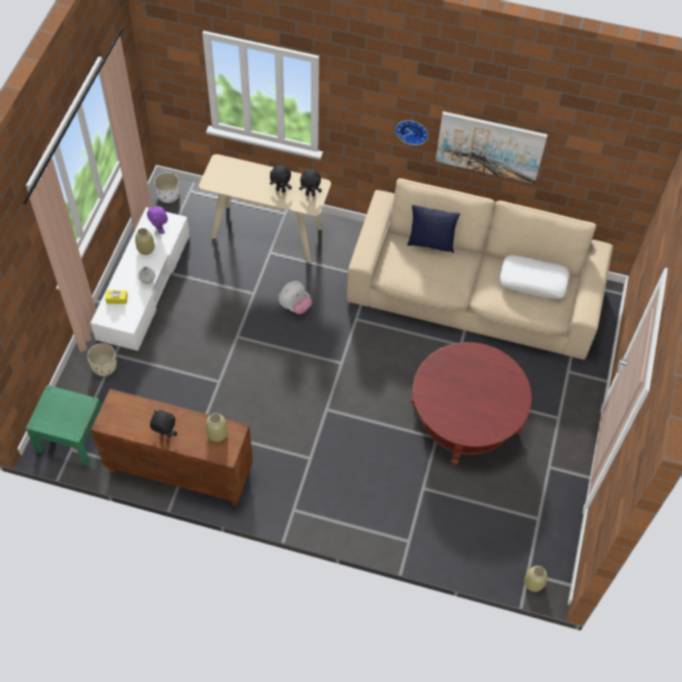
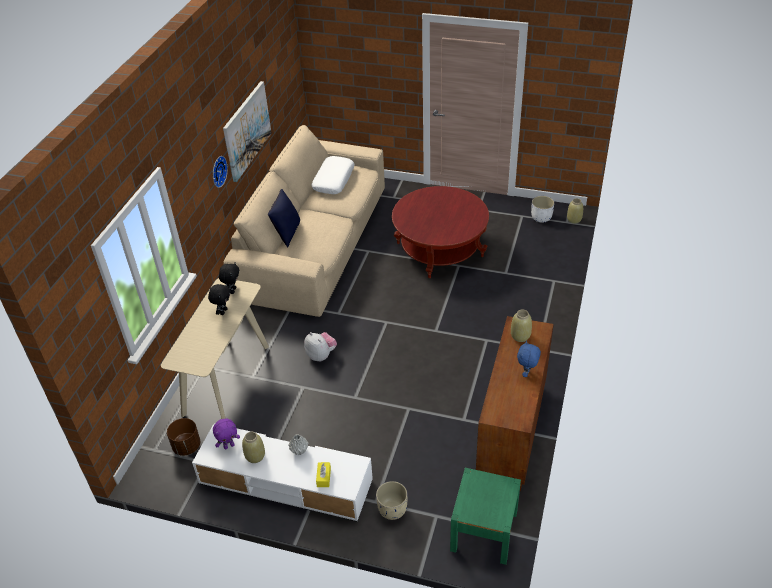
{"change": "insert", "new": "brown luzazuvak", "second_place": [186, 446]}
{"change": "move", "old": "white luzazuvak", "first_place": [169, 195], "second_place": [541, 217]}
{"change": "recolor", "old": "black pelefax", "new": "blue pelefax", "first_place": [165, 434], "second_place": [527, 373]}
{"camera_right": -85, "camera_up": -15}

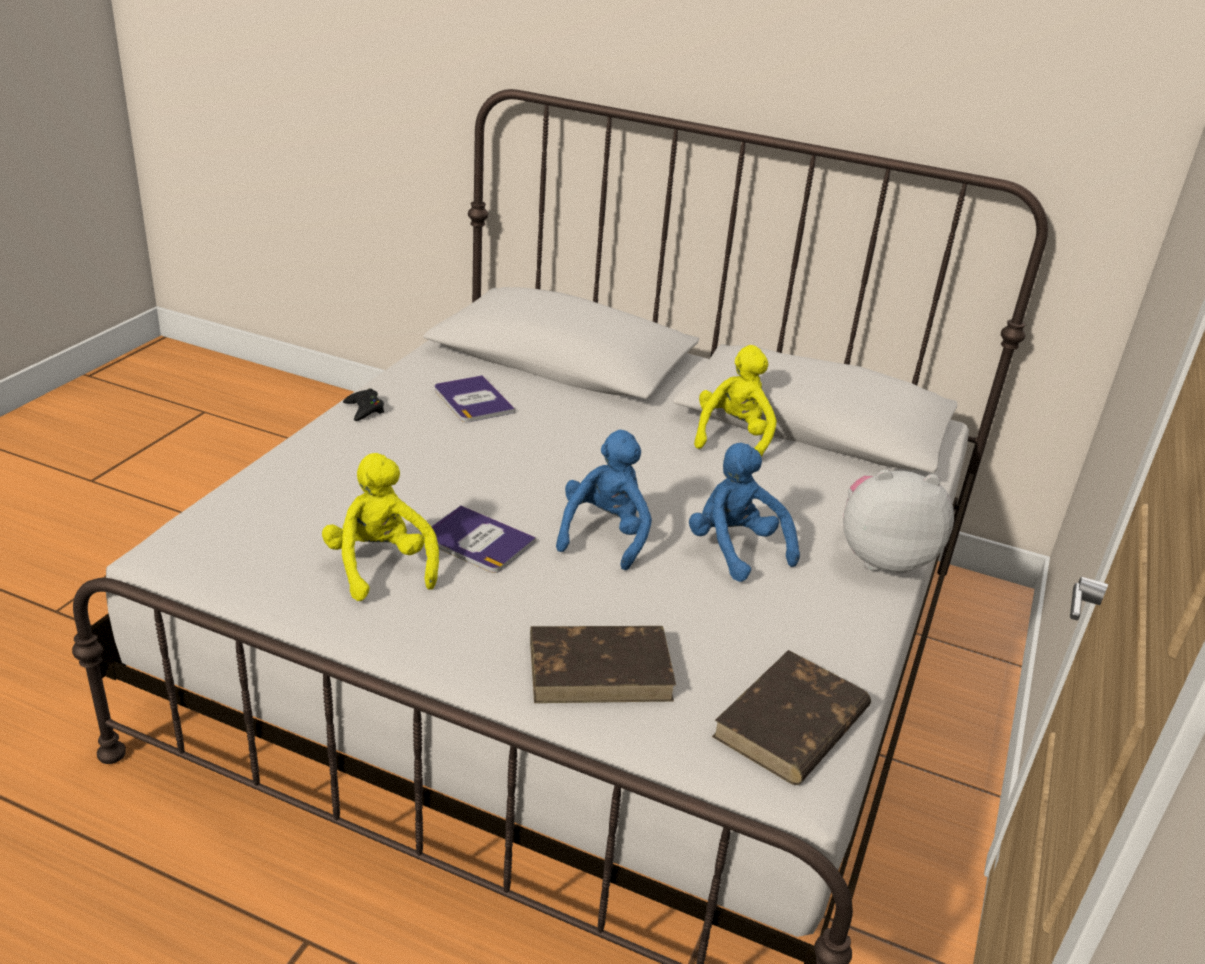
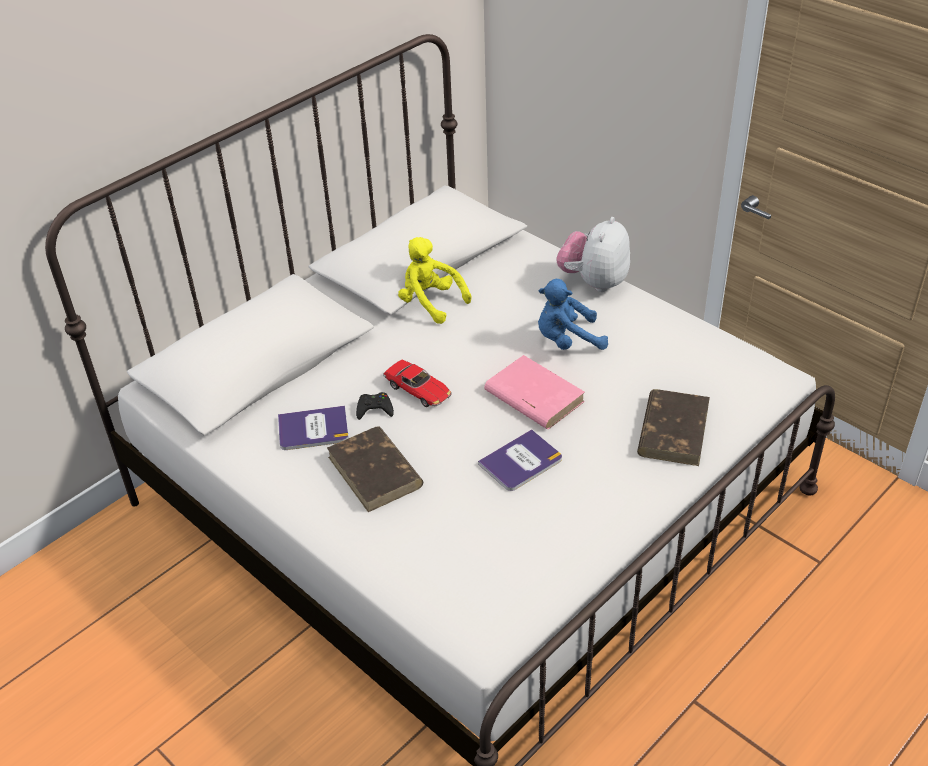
{"change": "delete", "old": "yellow pelefax", "first_place": [380, 566]}
{"change": "insert", "new": "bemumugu", "second_place": [418, 390]}
{"change": "move", "old": "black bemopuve", "first_place": [364, 409], "second_place": [374, 409]}
{"change": "move", "old": "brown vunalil", "first_place": [790, 724], "second_place": [375, 472]}
{"change": "replace", "old": "blue pelefax", "new": "pink vunalil", "first_place": [605, 535], "second_place": [533, 396]}
{"camera_right": -65, "camera_up": 10}

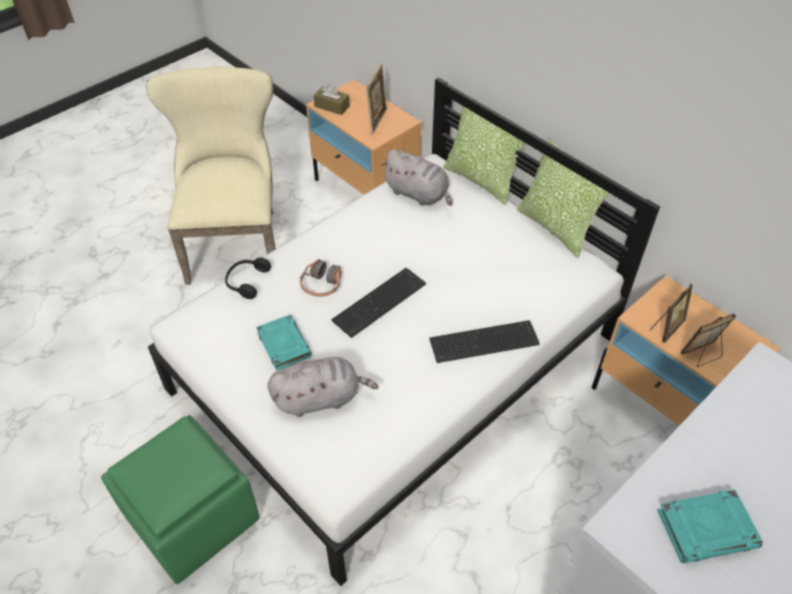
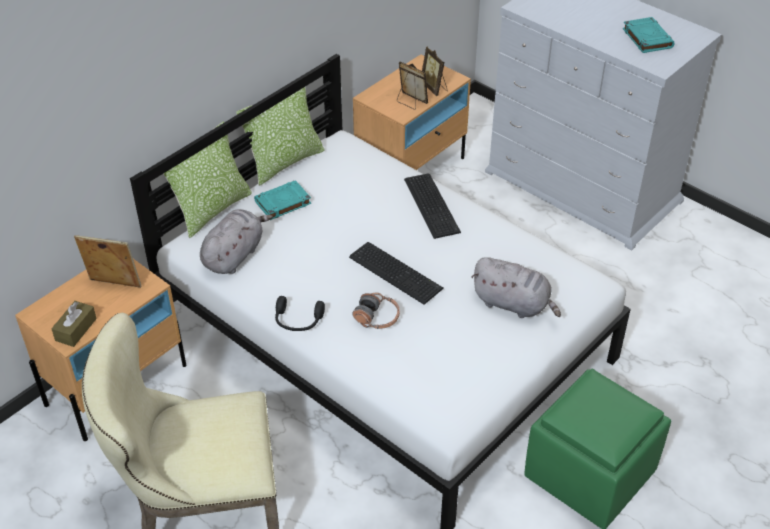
{"change": "move", "old": "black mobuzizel", "first_place": [246, 281], "second_place": [298, 321]}
{"change": "move", "old": "turquoise vunalil", "first_place": [283, 344], "second_place": [282, 203]}
{"change": "rotate", "old": "grey pelefax", "first_place": [320, 398], "second_place": [514, 304], "degrees": 135}
{"camera_right": -95, "camera_up": -5}

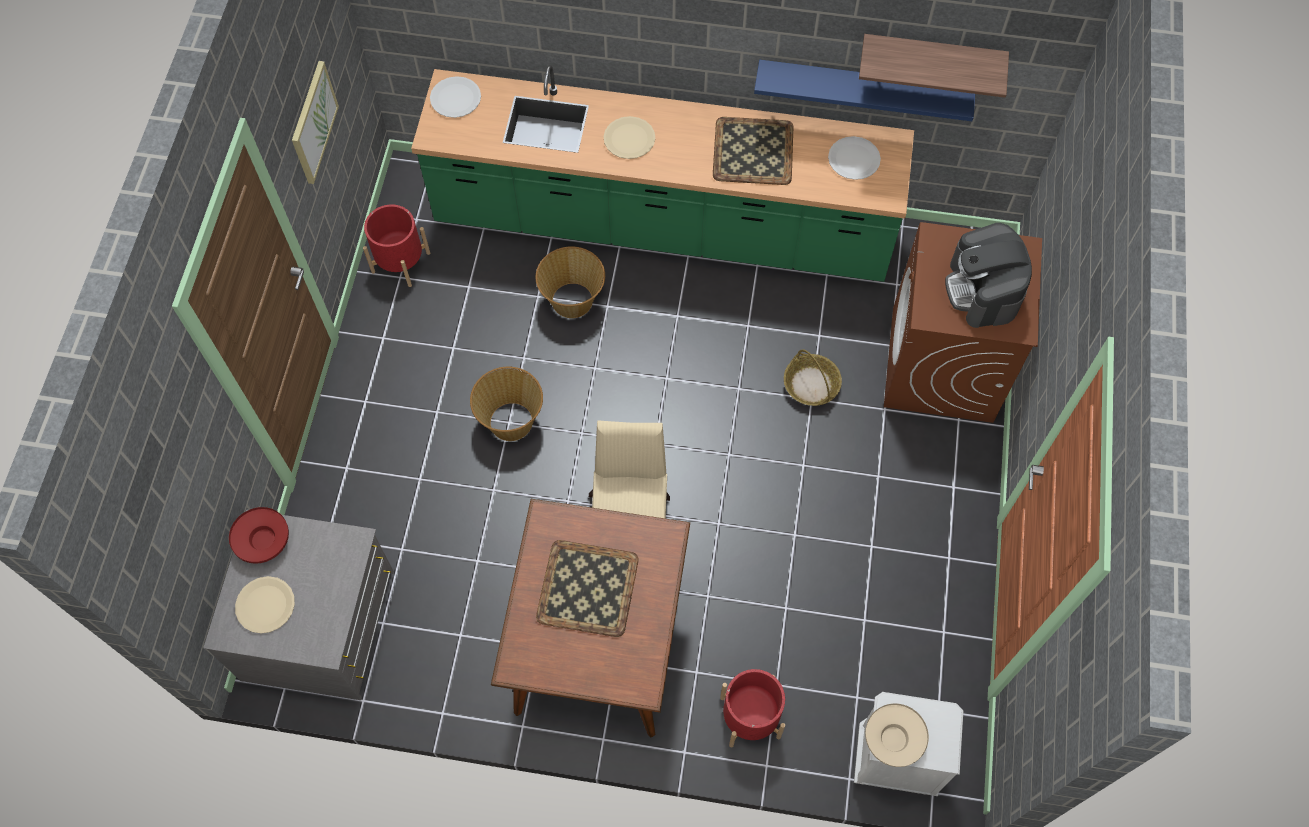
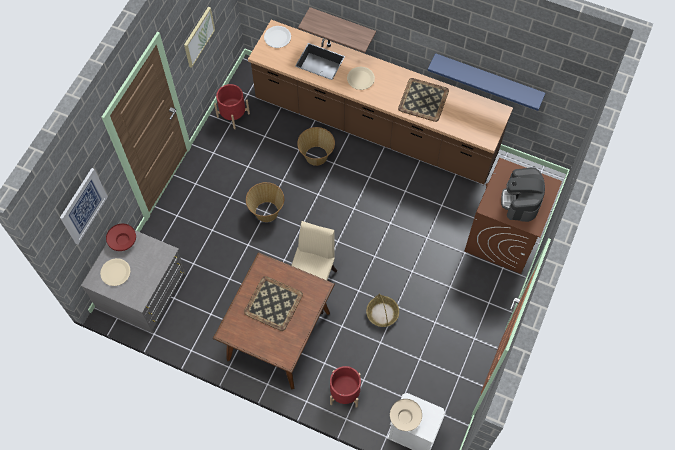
{"change": "delete", "old": "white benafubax", "first_place": [854, 159]}
{"change": "insert", "new": "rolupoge", "second_place": [83, 206]}
{"change": "move", "old": "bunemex", "first_place": [811, 384], "second_place": [382, 313]}
{"change": "move", "old": "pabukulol", "first_place": [932, 57], "second_place": [342, 25]}
{"change": "recolor", "old": "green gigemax", "new": "brown gigemax", "first_place": [662, 227], "second_place": [375, 127]}
{"camera_right": 15, "camera_up": 0}

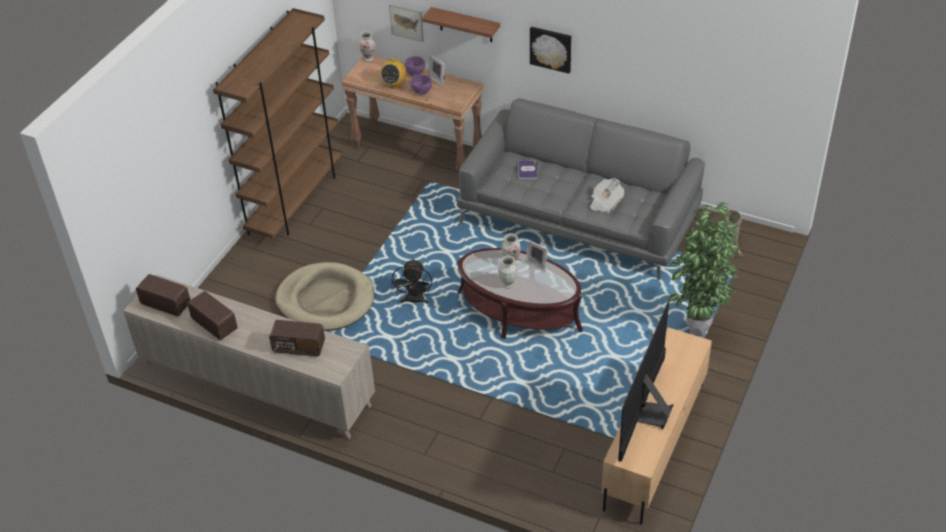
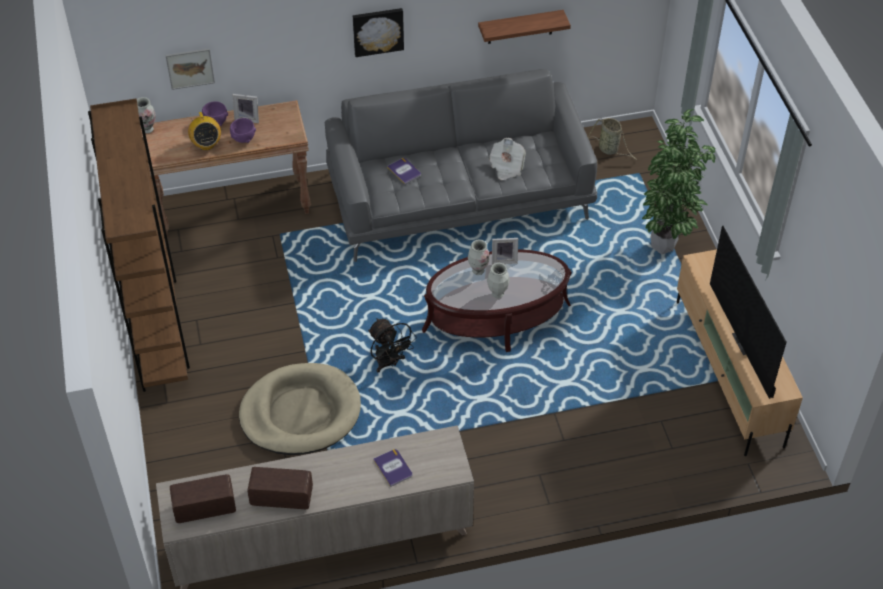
{"change": "move", "old": "pabukulol", "first_place": [465, 25], "second_place": [520, 27]}
{"change": "replace", "old": "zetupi", "new": "vunalil", "first_place": [299, 347], "second_place": [393, 468]}
{"camera_right": -40, "camera_up": 5}

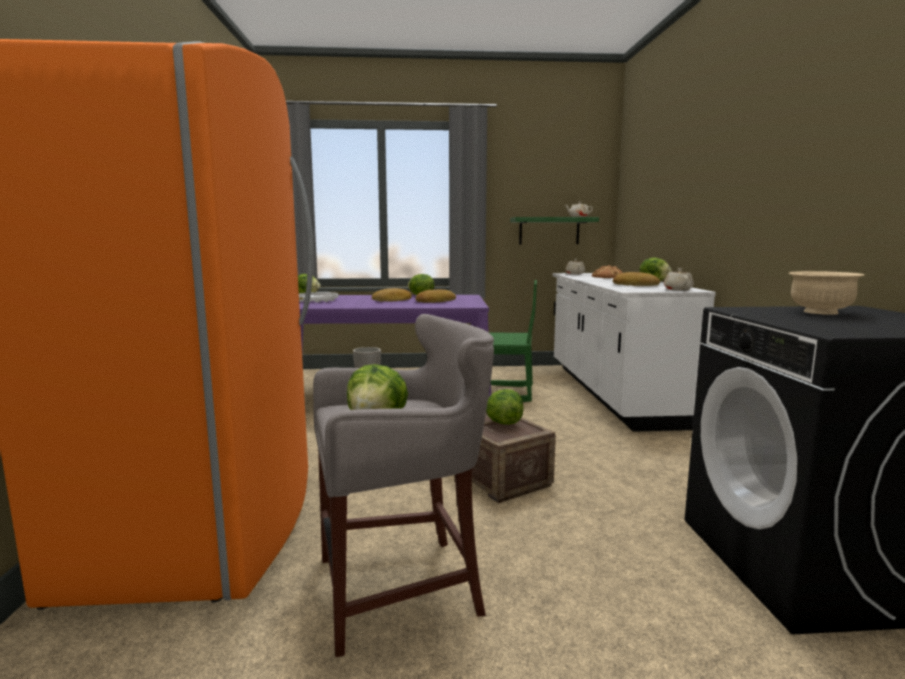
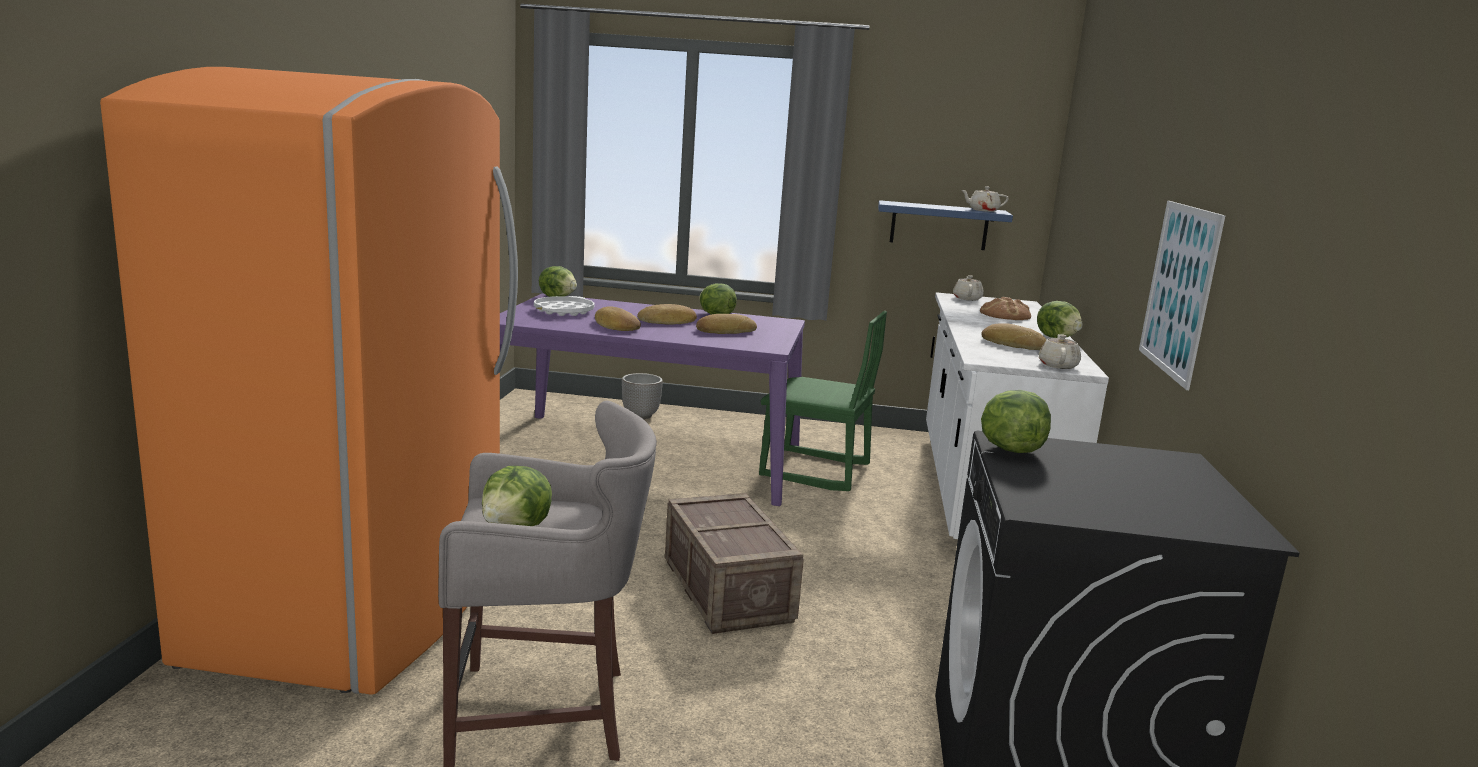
{"change": "delete", "old": "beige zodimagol", "first_place": [820, 312]}
{"change": "insert", "new": "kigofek", "second_place": [615, 326]}
{"change": "insert", "new": "rolupoge", "second_place": [1178, 290]}
{"change": "move", "old": "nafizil", "first_place": [503, 423], "second_place": [1010, 449]}
{"change": "recolor", "old": "green pabukulol", "new": "blue pabukulol", "first_place": [549, 231], "second_place": [939, 225]}
{"camera_right": 10, "camera_up": 5}

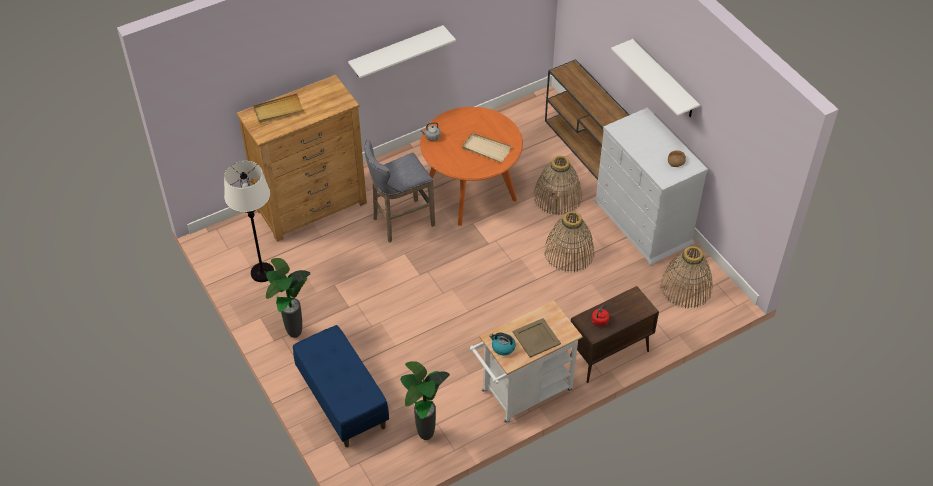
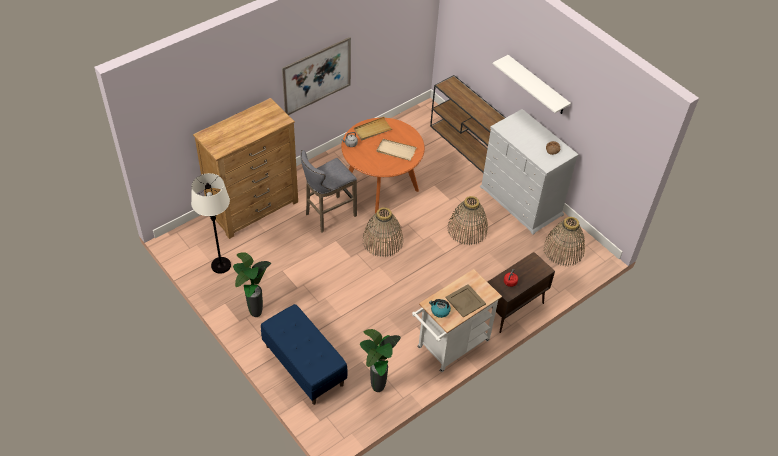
{"change": "move", "old": "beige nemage", "first_place": [278, 110], "second_place": [373, 130]}
{"change": "move", "old": "bunemex", "first_place": [557, 197], "second_place": [382, 241]}
{"change": "replace", "old": "white pabukulol", "new": "rolupoge", "first_place": [396, 51], "second_place": [317, 76]}
{"camera_right": -10, "camera_up": 0}

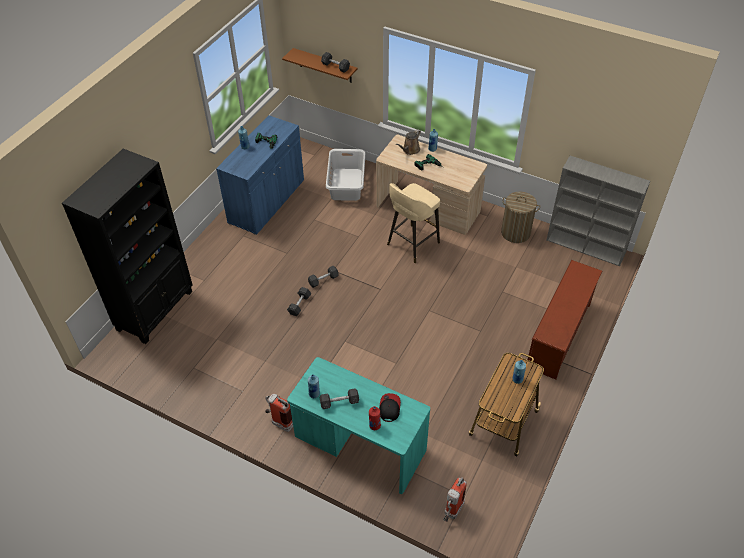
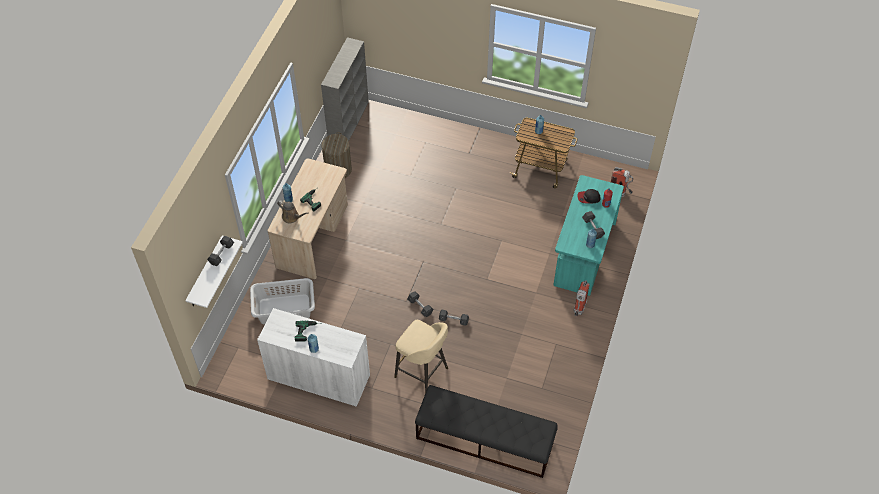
{"change": "delete", "old": "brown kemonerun", "first_place": [559, 336]}
{"change": "move", "old": "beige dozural", "first_place": [412, 244], "second_place": [422, 373]}
{"change": "replace", "old": "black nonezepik", "new": "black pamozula", "first_place": [156, 310], "second_place": [484, 440]}
{"change": "recolor", "old": "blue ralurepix", "new": "white ralurepix", "first_place": [267, 202], "second_place": [319, 377]}
{"change": "recolor", "old": "brown pabukulol", "new": "white pabukulol", "first_place": [325, 66], "second_place": [205, 273]}
{"camera_right": -100, "camera_up": 5}

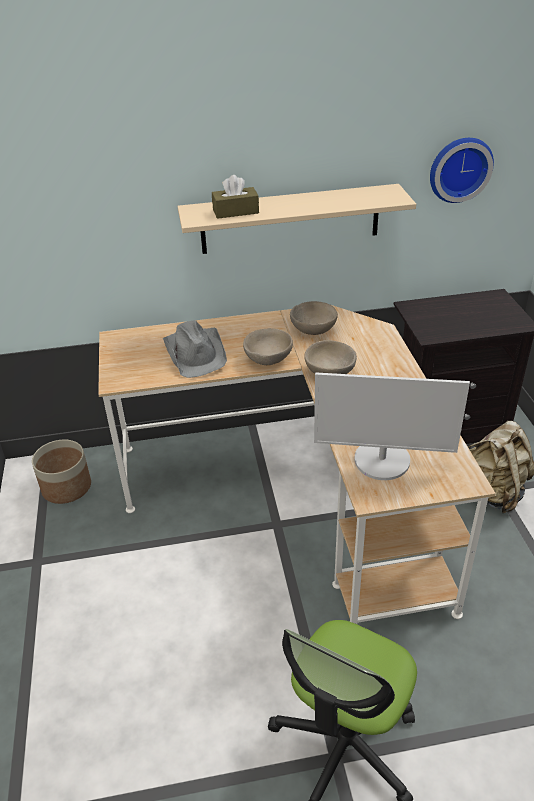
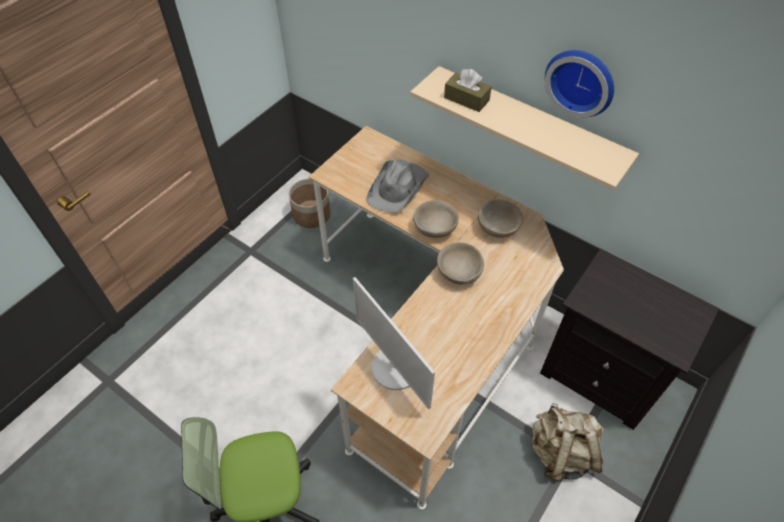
{"change": "move", "old": "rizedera", "first_place": [459, 168], "second_place": [581, 81]}
{"camera_right": 45, "camera_up": 15}

